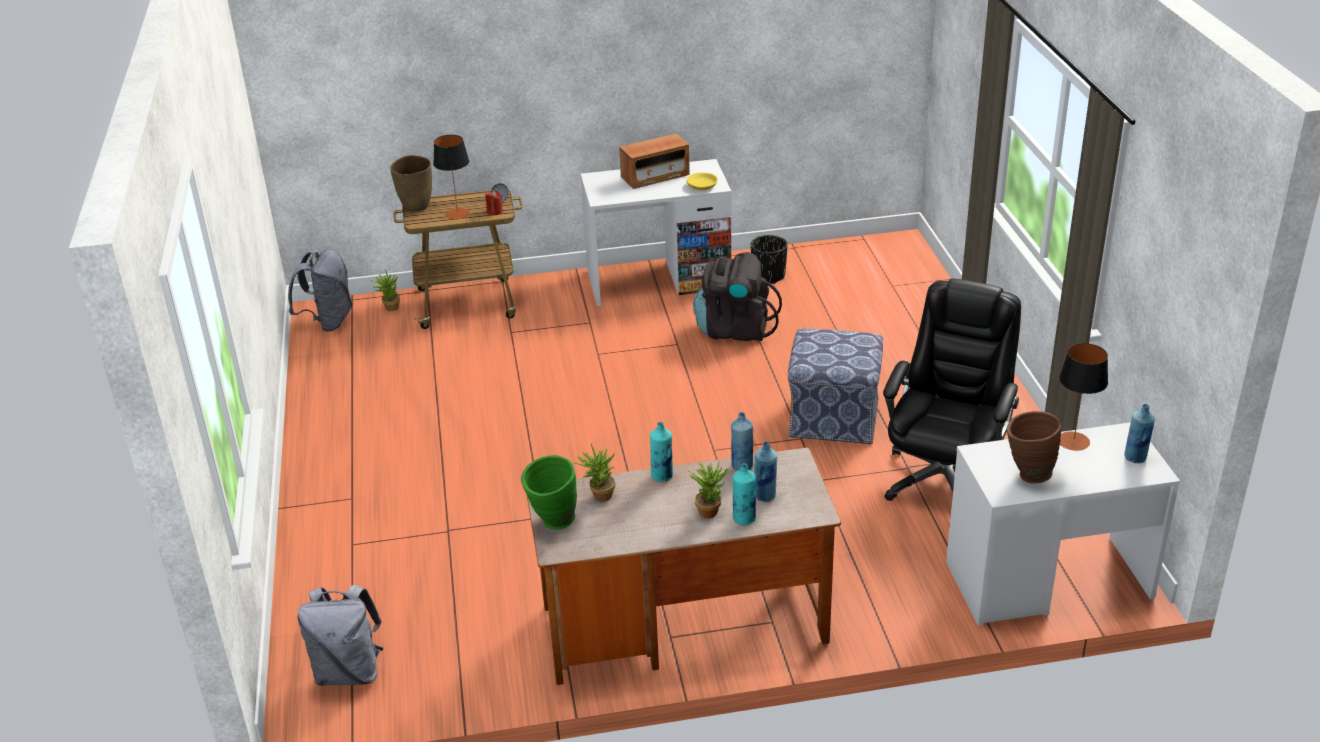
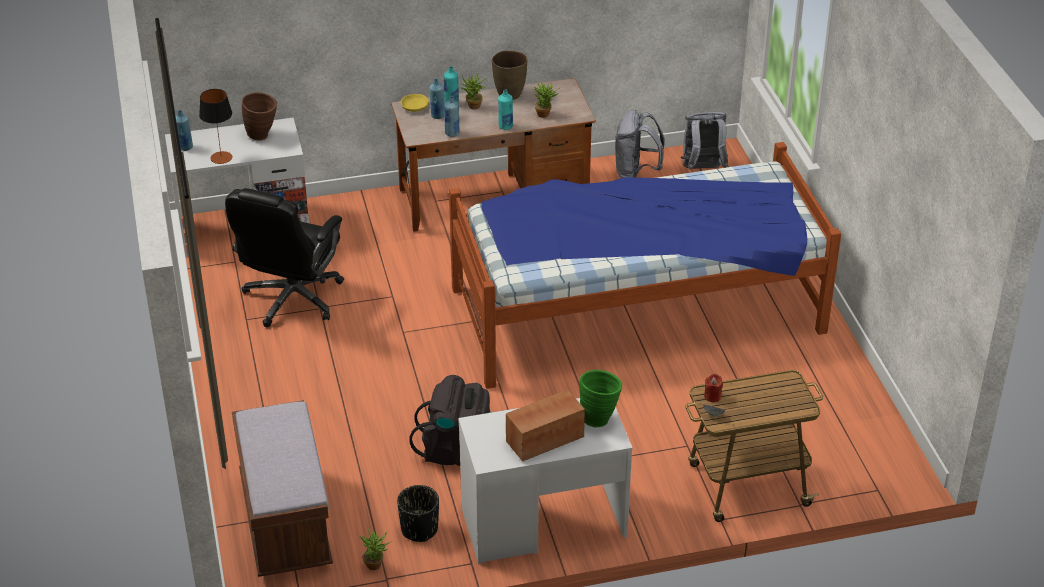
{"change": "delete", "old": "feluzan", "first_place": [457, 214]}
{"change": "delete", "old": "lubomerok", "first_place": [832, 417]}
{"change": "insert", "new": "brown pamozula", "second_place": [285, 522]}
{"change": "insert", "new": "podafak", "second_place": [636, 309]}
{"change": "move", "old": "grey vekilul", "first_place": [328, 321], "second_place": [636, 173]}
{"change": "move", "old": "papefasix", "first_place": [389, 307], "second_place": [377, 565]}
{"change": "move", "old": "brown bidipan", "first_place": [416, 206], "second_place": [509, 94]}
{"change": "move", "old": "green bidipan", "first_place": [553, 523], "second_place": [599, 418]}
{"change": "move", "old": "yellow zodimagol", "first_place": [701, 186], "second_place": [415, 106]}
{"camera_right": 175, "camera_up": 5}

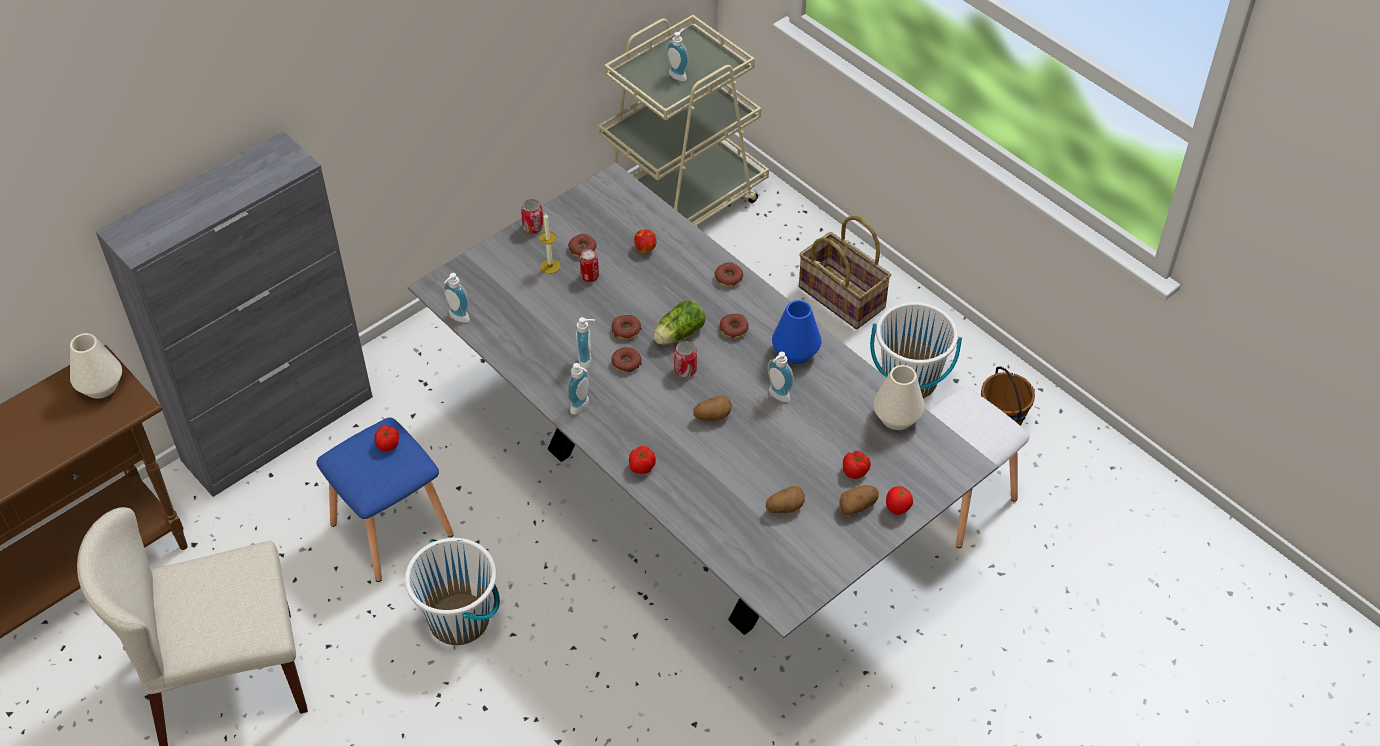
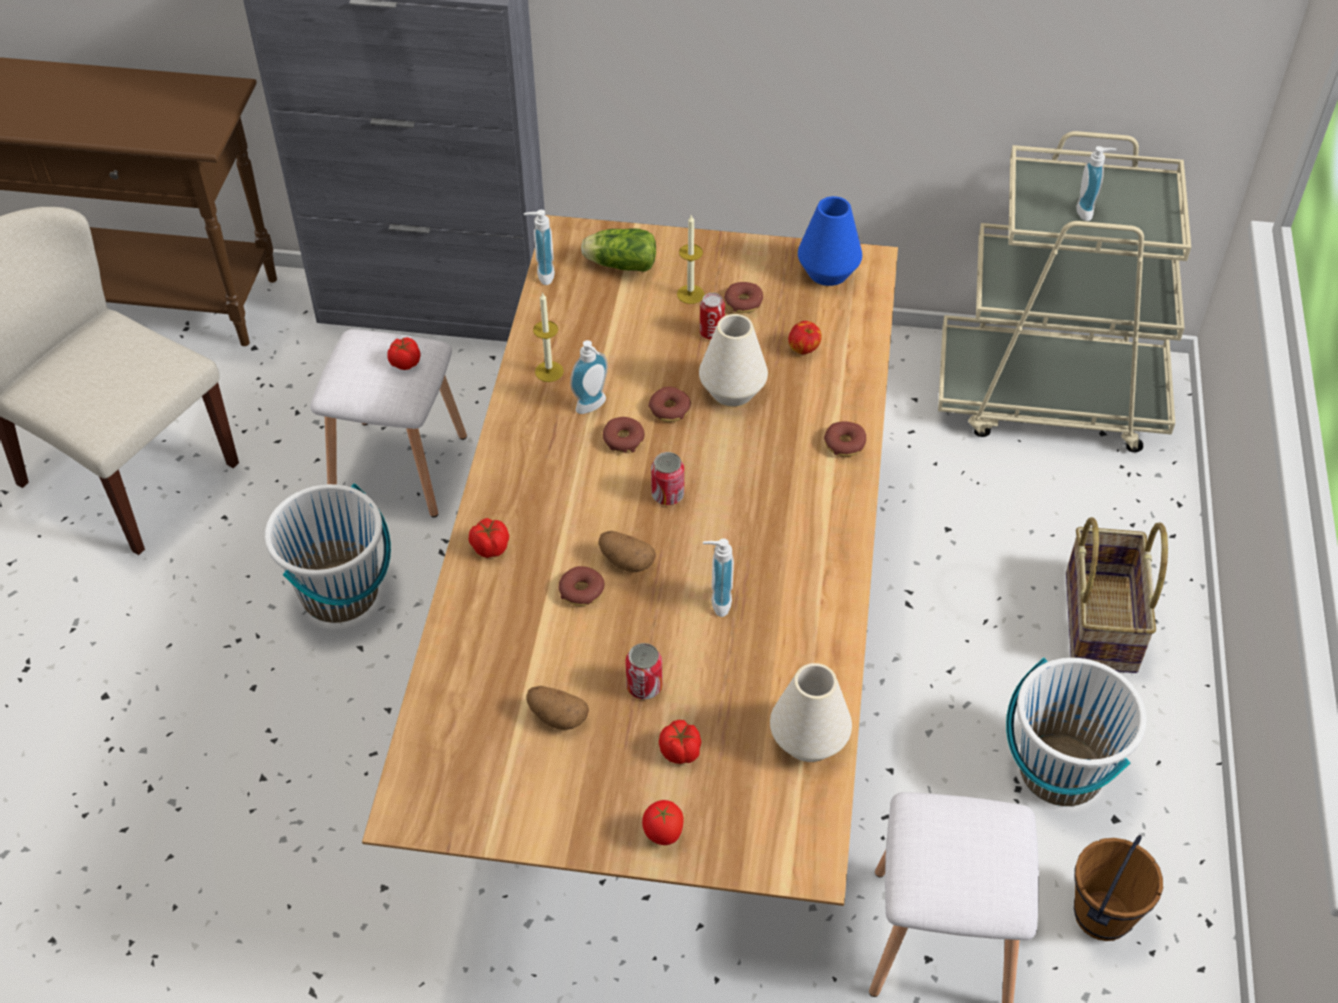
{"change": "delete", "old": "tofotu", "first_place": [582, 407]}
{"change": "delete", "old": "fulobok", "first_place": [858, 506]}
{"change": "insert", "new": "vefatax", "second_place": [549, 371]}
{"change": "move", "old": "white bidipan", "first_place": [100, 386], "second_place": [732, 390]}
{"change": "move", "old": "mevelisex", "first_place": [533, 227], "second_place": [644, 686]}
{"change": "move", "old": "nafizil", "first_place": [677, 334], "second_place": [619, 264]}
{"change": "move", "old": "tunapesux", "first_place": [734, 329], "second_place": [581, 591]}
{"change": "move", "old": "blue bidipan", "first_place": [796, 352], "second_place": [828, 272]}
{"change": "recolor", "old": "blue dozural", "new": "white dozural", "first_place": [390, 529], "second_place": [398, 465]}
{"change": "recolor", "old": "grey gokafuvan", "new": "brown gokafuvan", "first_place": [690, 500], "second_place": [670, 679]}
{"camera_right": 50, "camera_up": 0}

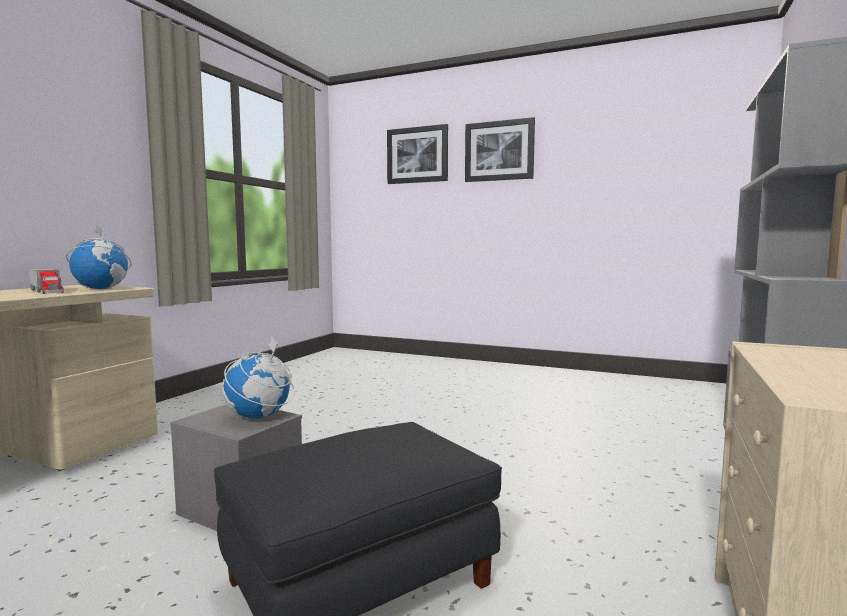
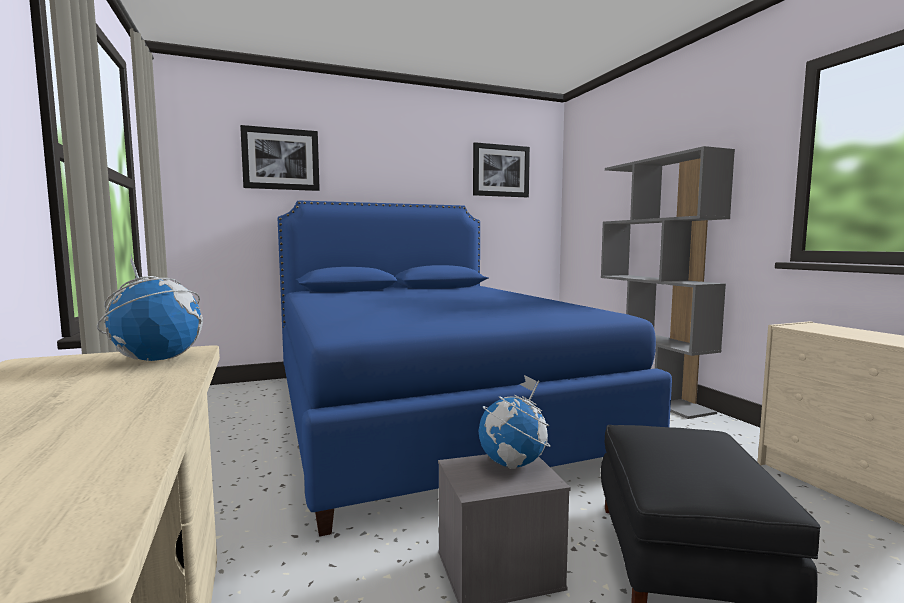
{"change": "delete", "old": "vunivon", "first_place": [47, 291]}
{"change": "insert", "new": "blue podafak", "second_place": [428, 412]}
{"change": "move", "old": "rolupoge", "first_place": [499, 151], "second_place": [500, 171]}
{"camera_right": -45, "camera_up": 0}

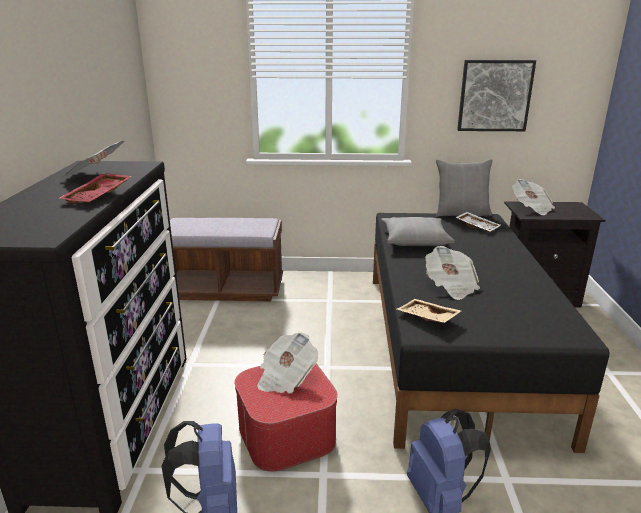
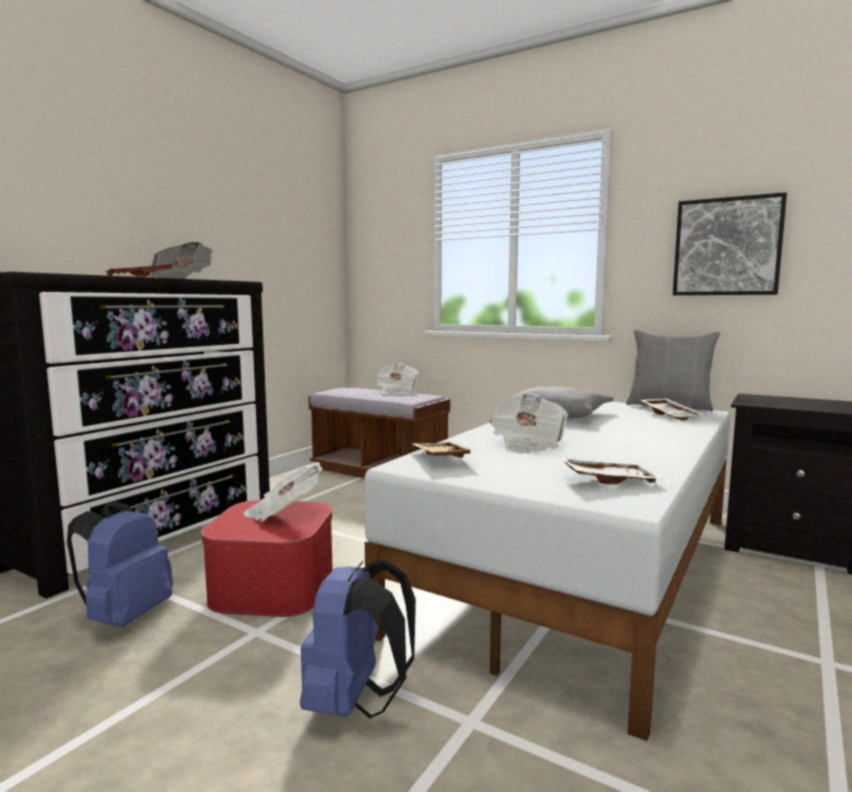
{"change": "insert", "new": "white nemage", "second_place": [607, 480]}
{"change": "move", "old": "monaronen", "first_place": [531, 208], "second_place": [396, 391]}
{"change": "recolor", "old": "black podafak", "new": "white podafak", "first_place": [454, 346], "second_place": [583, 568]}
{"camera_right": 30, "camera_up": -15}

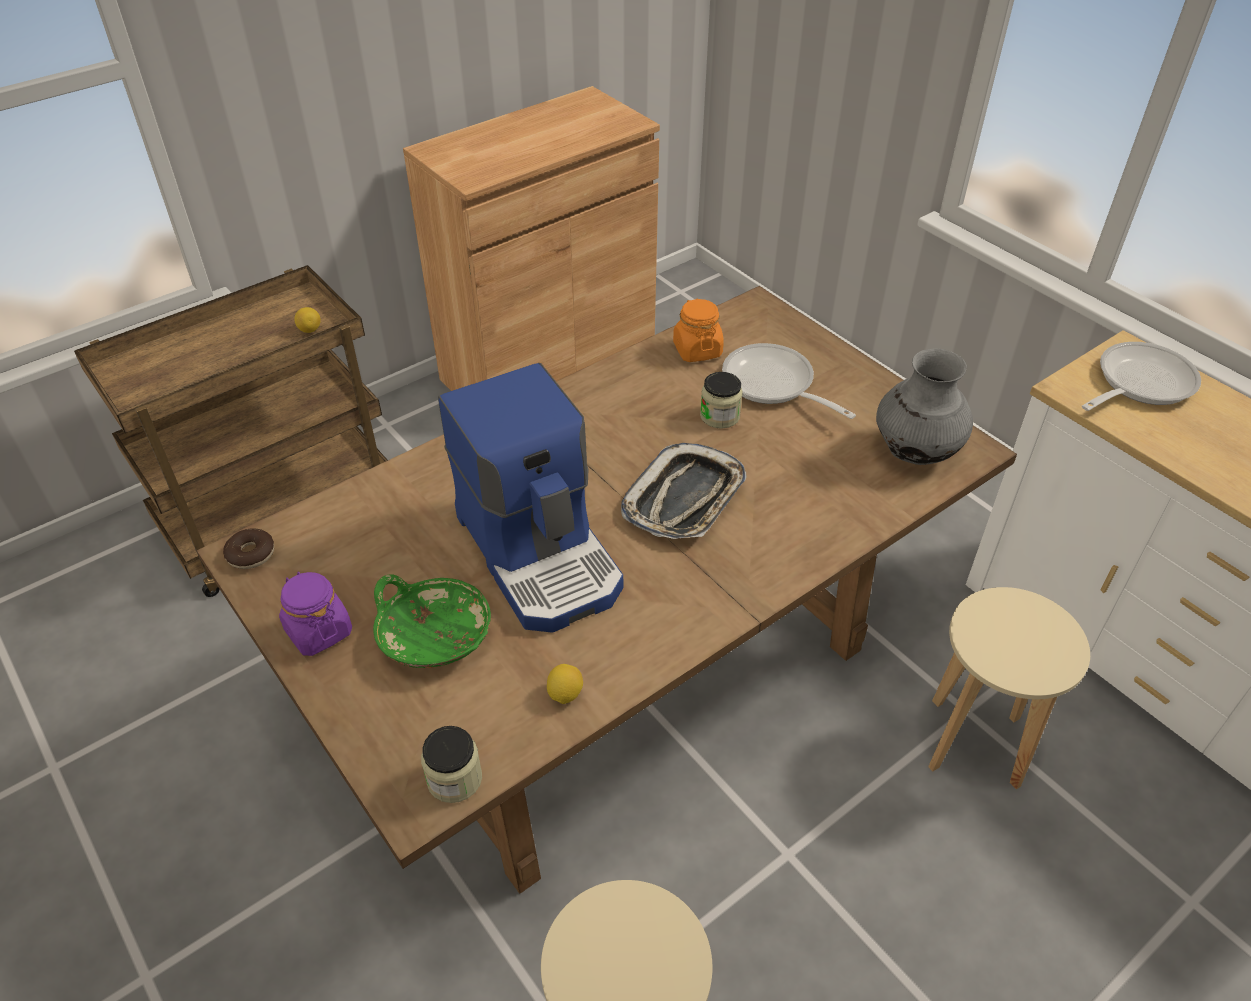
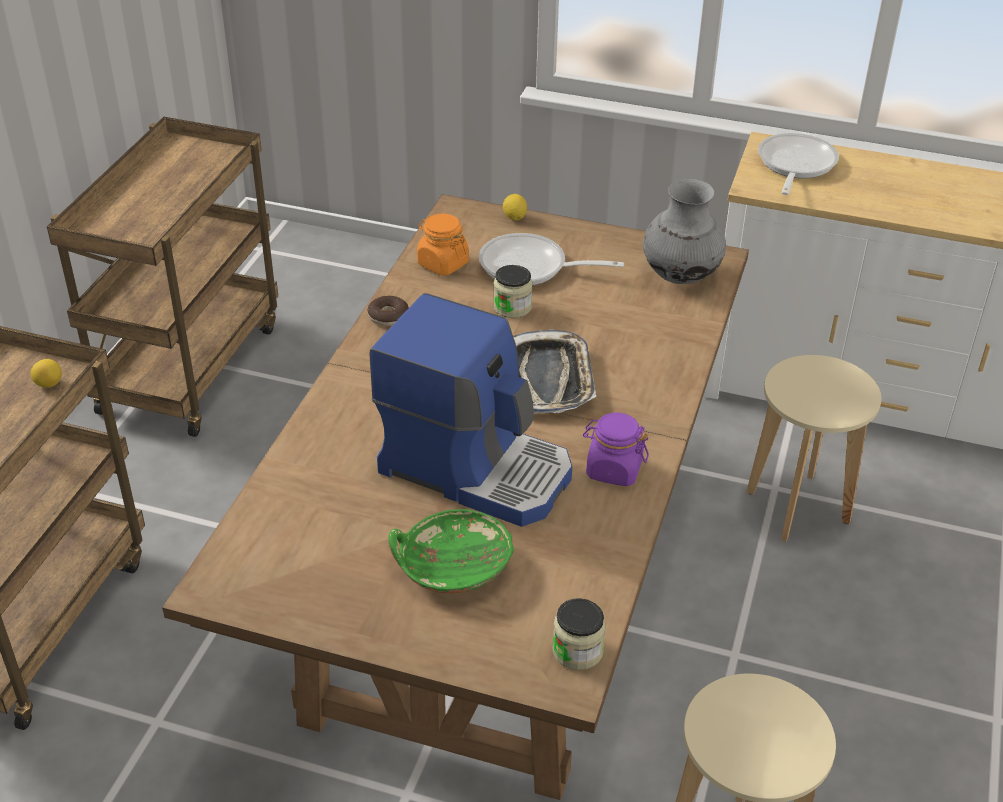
{"change": "move", "old": "tunapesux", "first_place": [251, 554], "second_place": [388, 316]}
{"change": "move", "old": "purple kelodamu", "first_place": [318, 631], "second_place": [613, 469]}
{"change": "move", "old": "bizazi", "first_place": [565, 694], "second_place": [514, 217]}
{"change": "replace", "old": "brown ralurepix", "new": "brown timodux", "first_place": [548, 366], "second_place": [190, 365]}
{"camera_right": -35, "camera_up": -5}

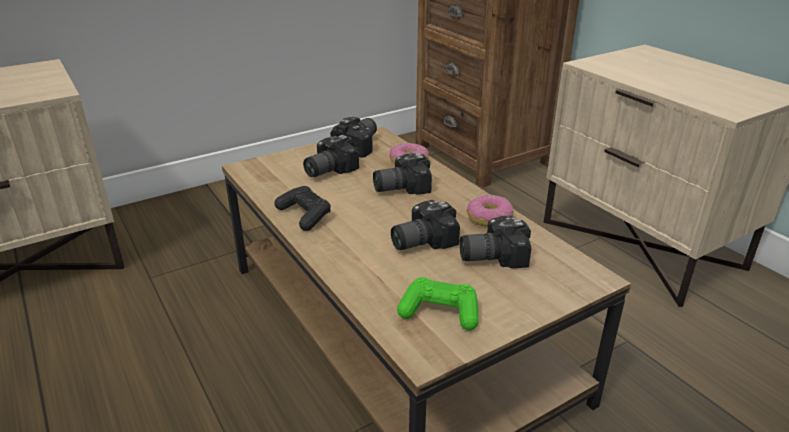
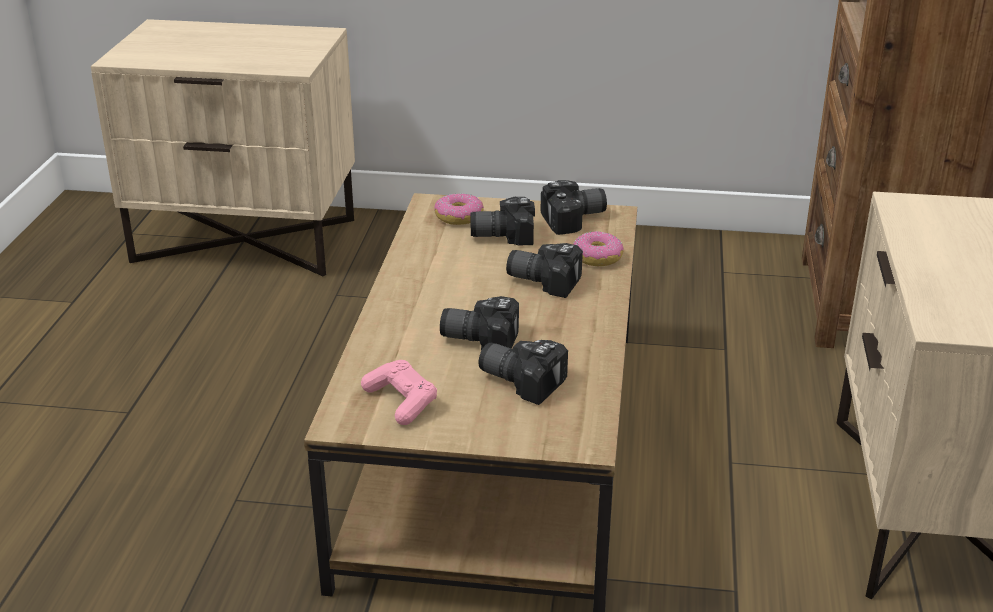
{"change": "delete", "old": "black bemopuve", "first_place": [304, 215]}
{"change": "move", "old": "tunapesux", "first_place": [489, 218], "second_place": [459, 217]}
{"change": "recolor", "old": "green bemopuve", "new": "pink bemopuve", "first_place": [440, 312], "second_place": [401, 401]}
{"camera_right": 40, "camera_up": 0}

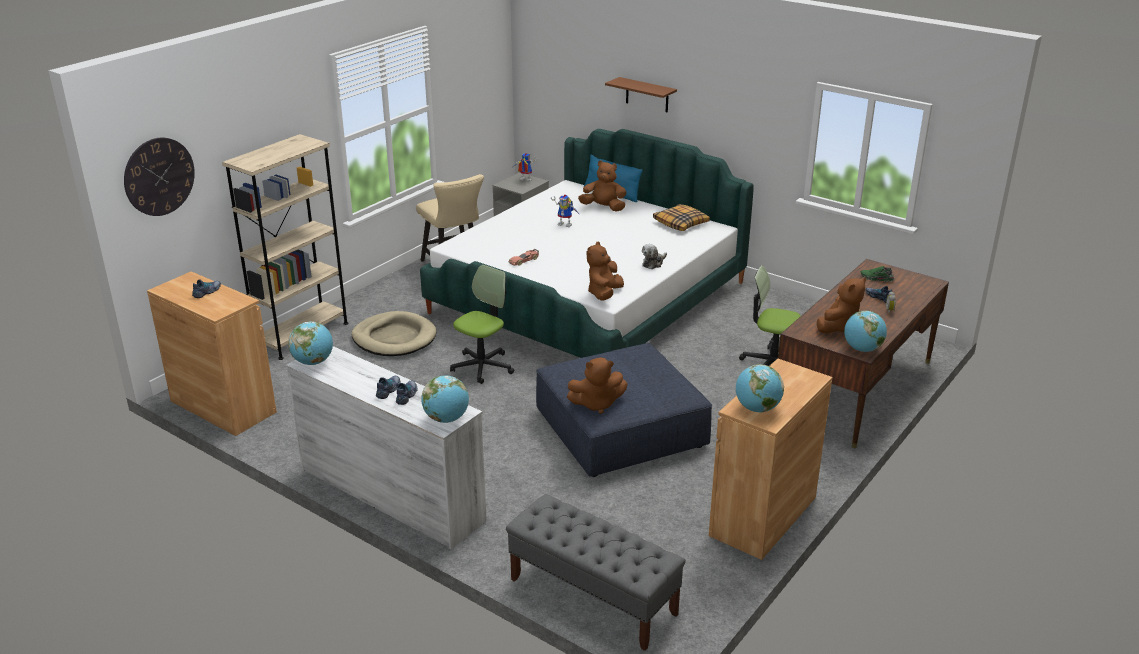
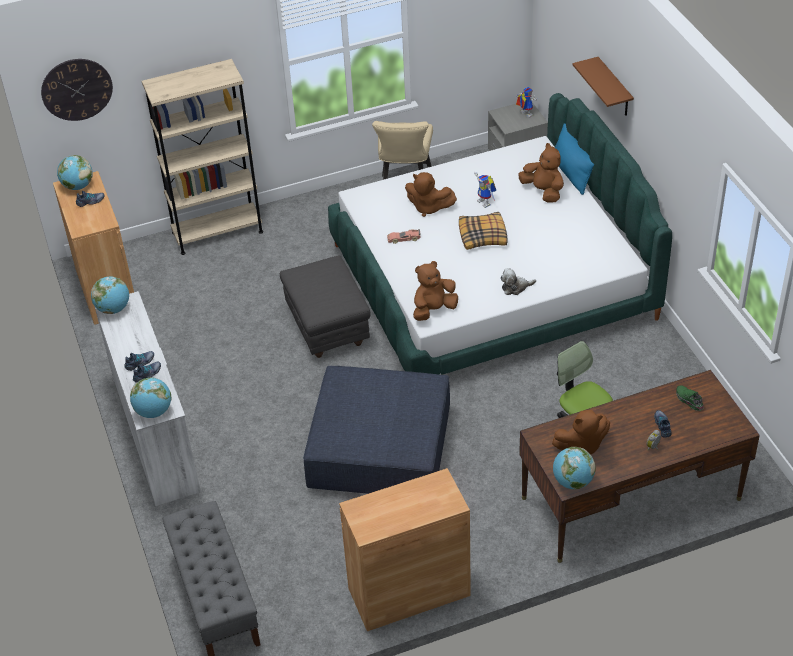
{"change": "delete", "old": "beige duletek", "first_place": [394, 338]}
{"change": "move", "old": "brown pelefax", "first_place": [596, 404], "second_place": [428, 207]}
{"change": "move", "old": "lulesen", "first_place": [681, 223], "second_place": [483, 236]}
{"change": "move", "old": "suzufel", "first_place": [757, 408], "second_place": [78, 186]}
{"change": "replace", "old": "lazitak", "new": "grey lubomerok", "first_place": [482, 367], "second_place": [328, 329]}
{"camera_right": 35, "camera_up": 15}

